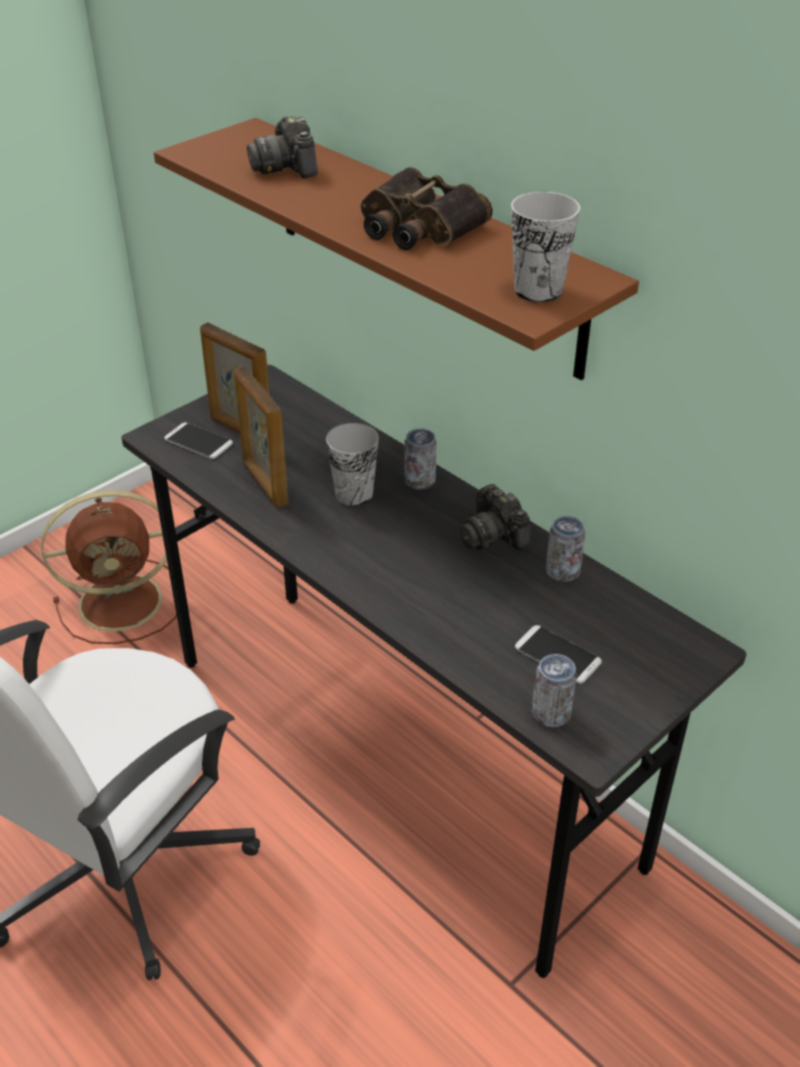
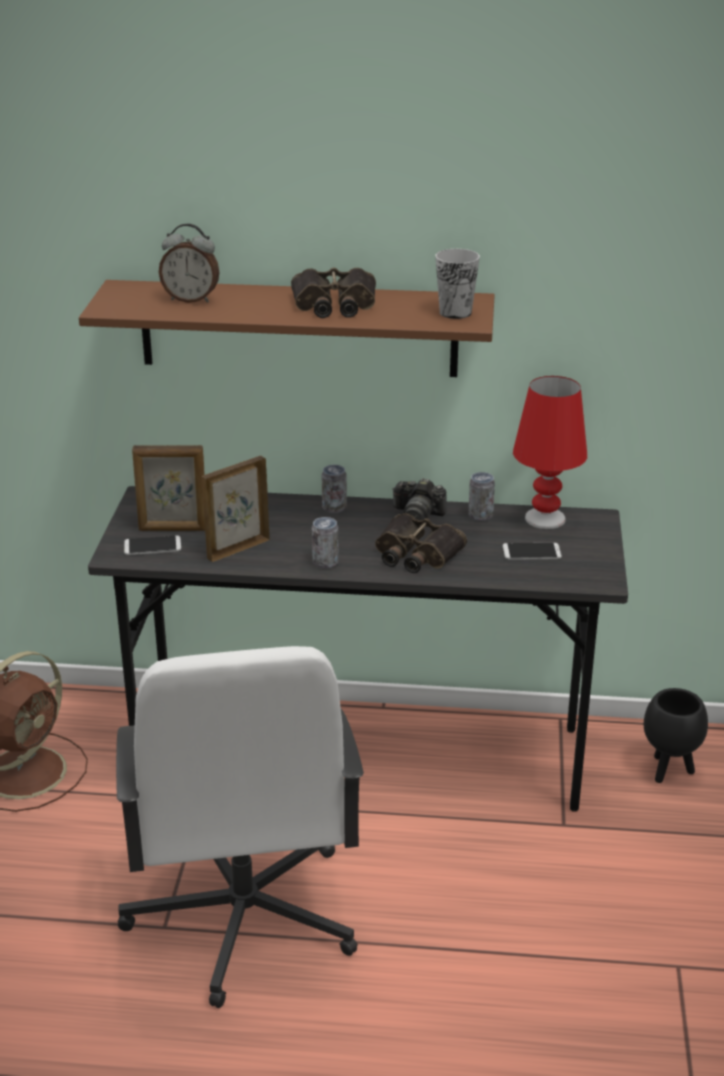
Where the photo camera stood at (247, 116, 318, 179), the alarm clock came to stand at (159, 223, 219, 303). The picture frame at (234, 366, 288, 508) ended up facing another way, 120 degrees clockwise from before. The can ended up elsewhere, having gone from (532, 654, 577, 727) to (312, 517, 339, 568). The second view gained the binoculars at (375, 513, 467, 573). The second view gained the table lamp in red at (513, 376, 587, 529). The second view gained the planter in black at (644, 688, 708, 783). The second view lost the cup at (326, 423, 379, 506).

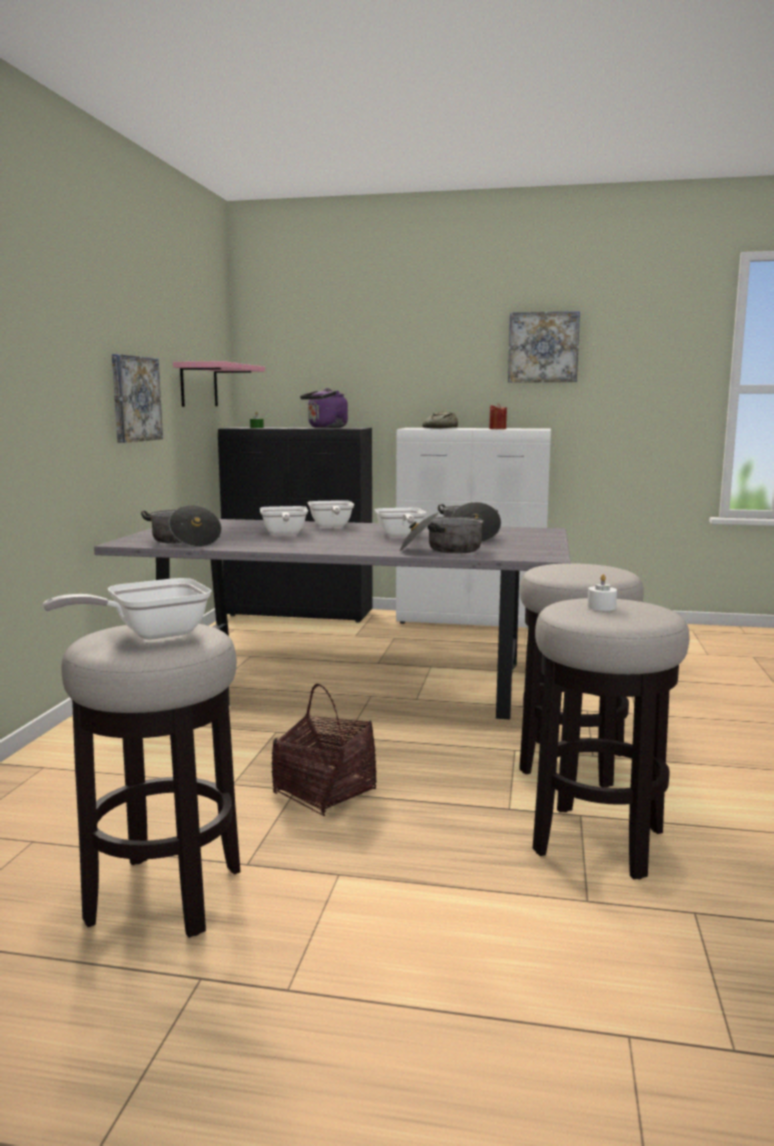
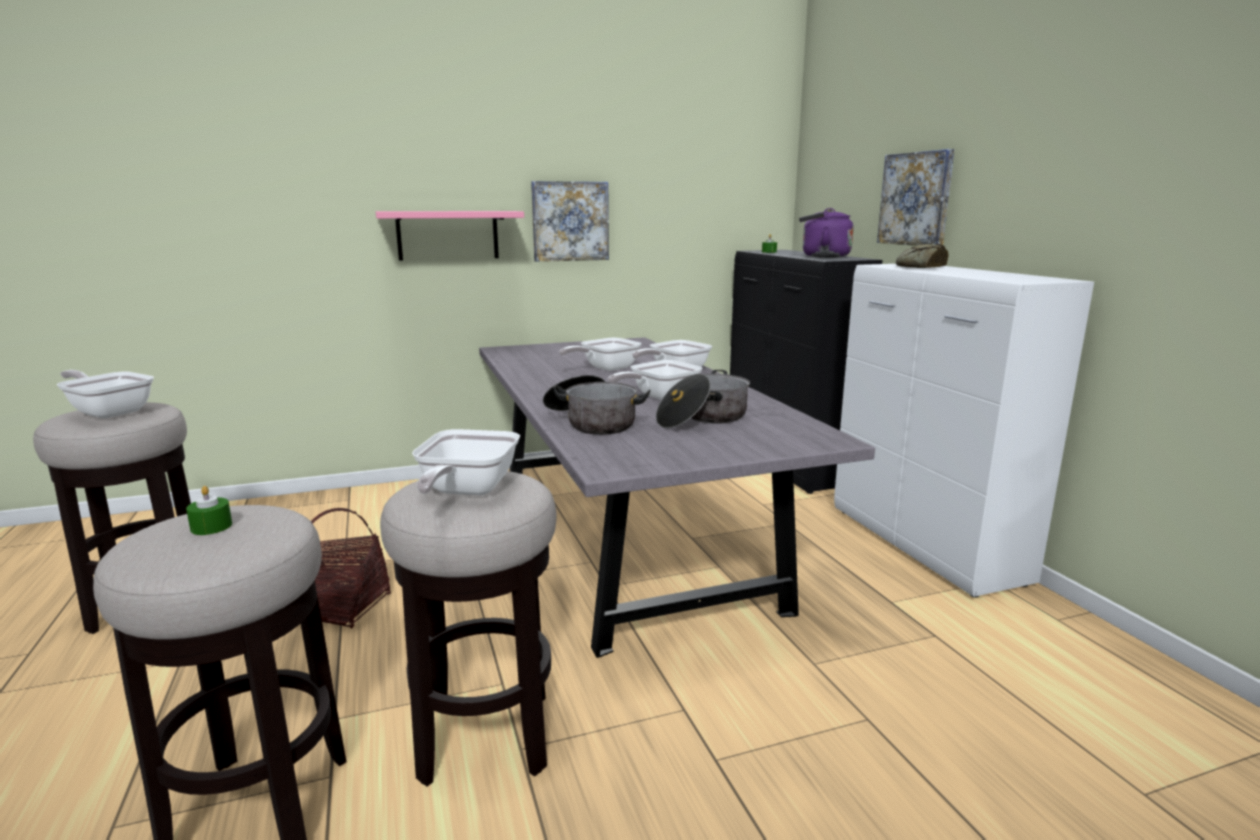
What was the candle in white at (587, 574, 617, 611) turned into the candle in green at (186, 486, 232, 535). The shelf in pink ended up elsewhere, having gone from (173, 361, 265, 407) to (376, 211, 524, 261). The second view gained the frying pan at (412, 429, 520, 495). The picture ended up elsewhere, having gone from (508, 311, 580, 383) to (877, 149, 955, 246). The second view lost the cooking pot at (141, 505, 222, 547). The second view lost the candle in red at (489, 403, 507, 429).

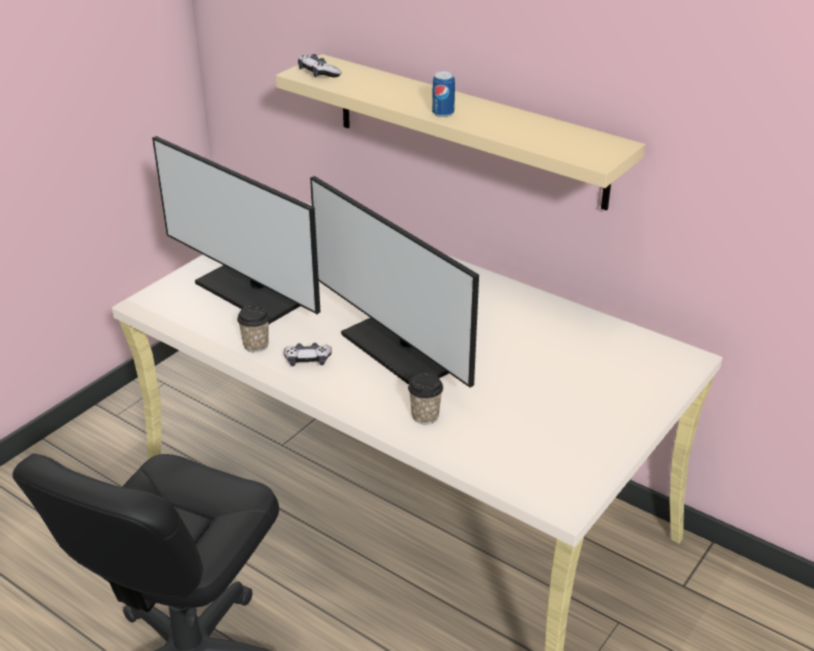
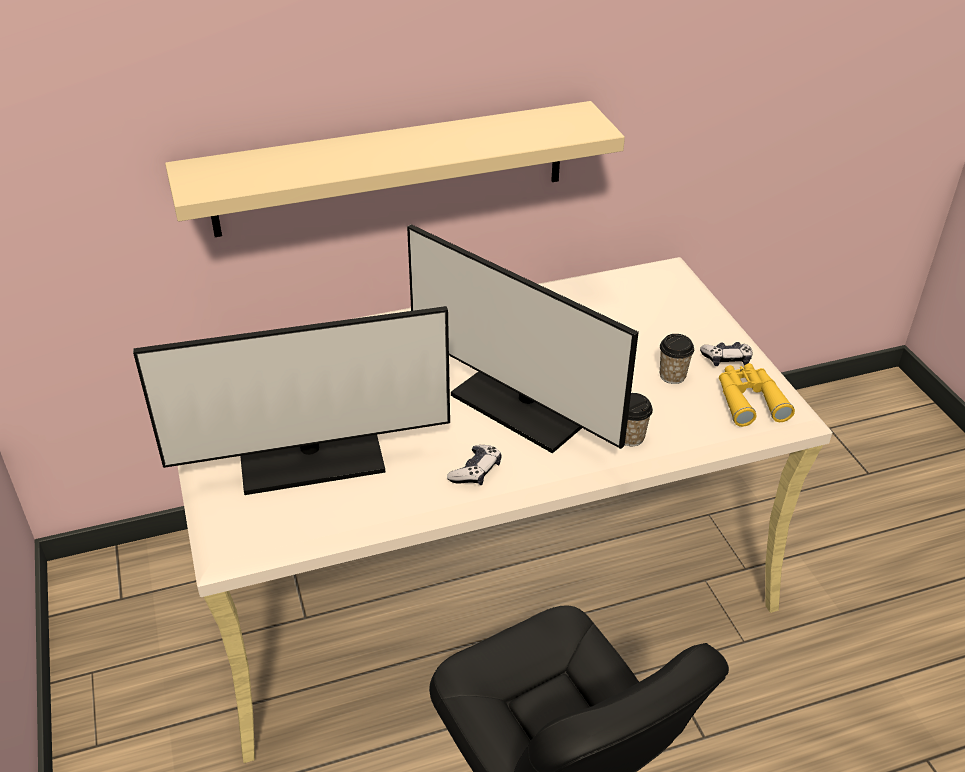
The monitor at (310, 176, 479, 388) ended up facing another way, 45 degrees clockwise from before. The cup ended up elsewhere, having gone from (237, 305, 270, 353) to (660, 334, 694, 384). The game controller ended up elsewhere, having gone from (298, 54, 341, 77) to (700, 342, 753, 366). The second view gained the binoculars in yellow at (719, 363, 795, 427). The second view lost the can at (432, 71, 455, 117).

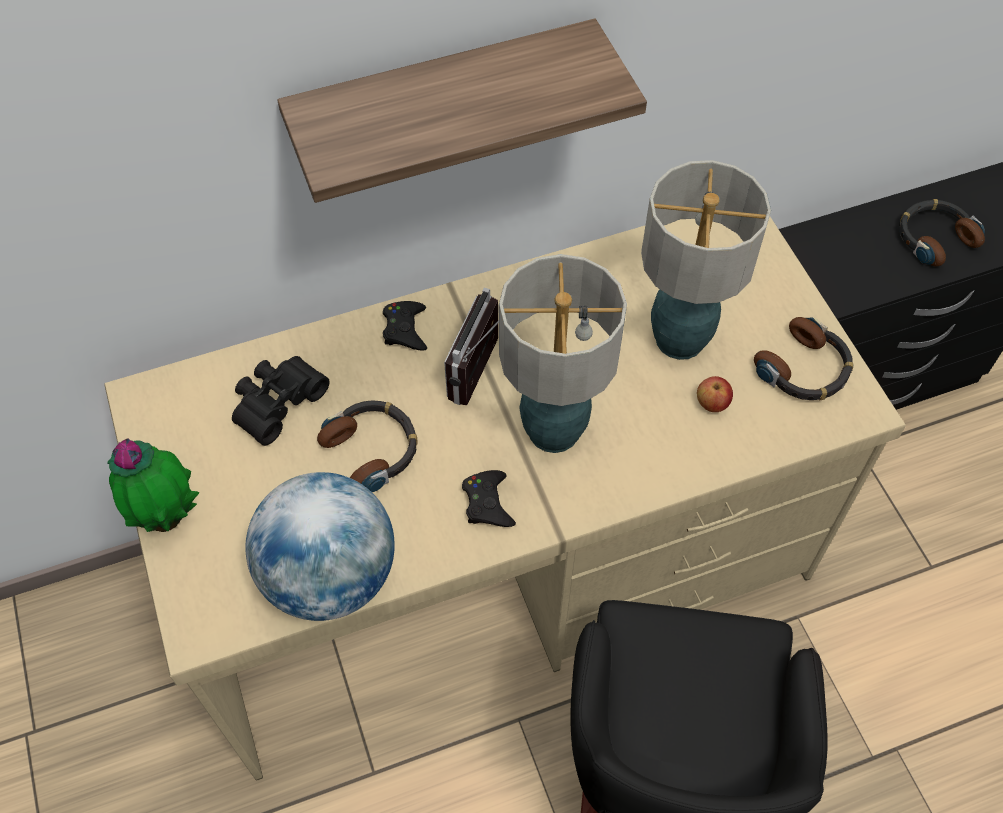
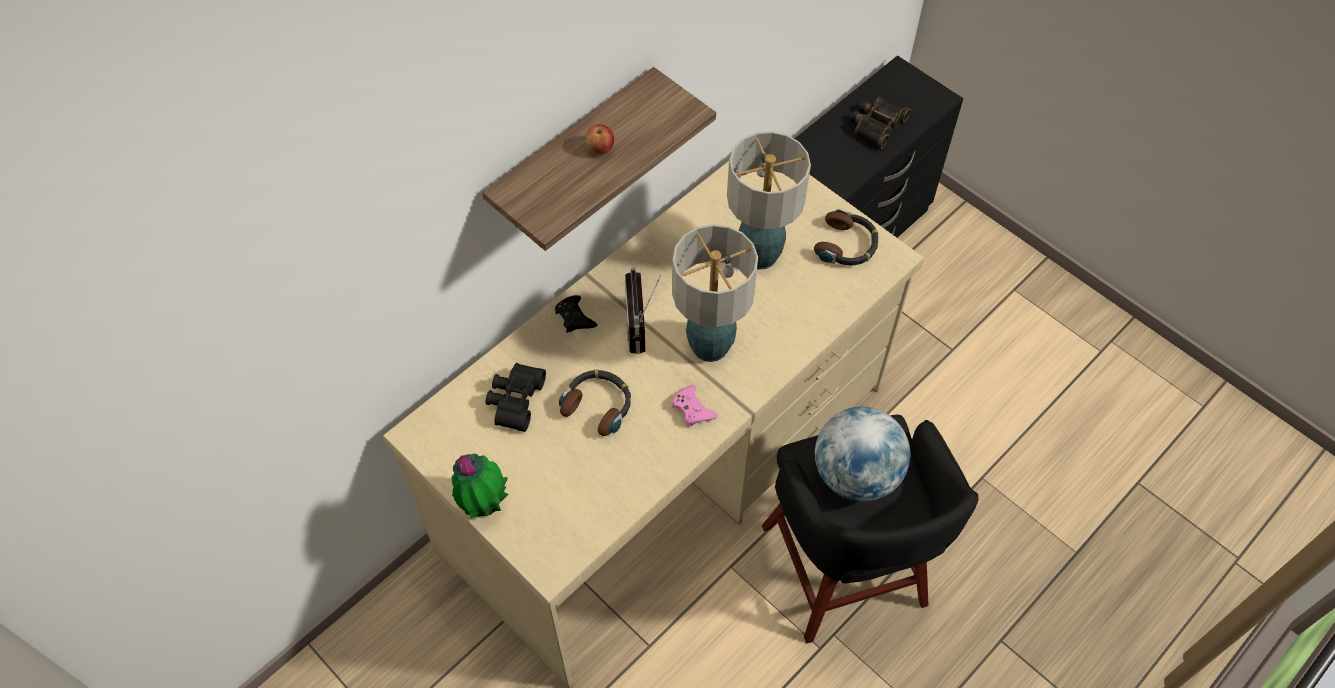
The apple ended up elsewhere, having gone from (697, 376, 733, 412) to (585, 124, 614, 154). What was the game controller in black at (462, 470, 516, 527) turned into the game controller in pink at (672, 385, 718, 427). The globe ended up elsewhere, having gone from (246, 472, 395, 621) to (815, 407, 910, 501). Where the headphones stood at (899, 199, 985, 266), the binoculars came to stand at (850, 97, 911, 149).

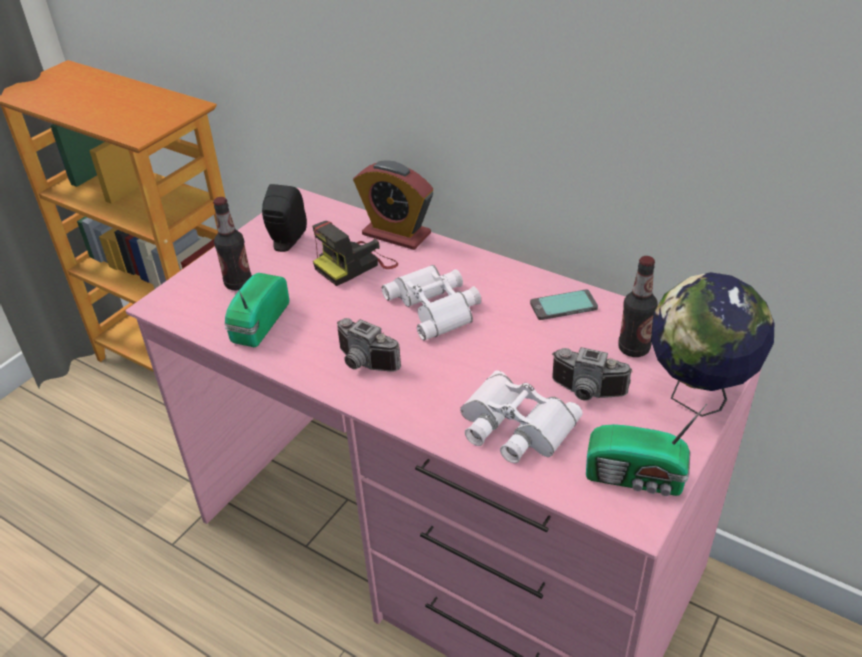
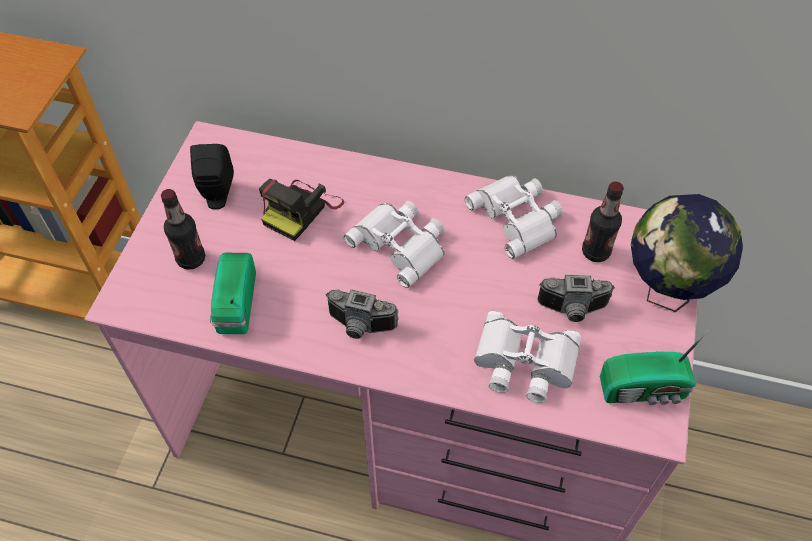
Where the phone stood at (530, 289, 598, 320), the binoculars in white came to stand at (465, 176, 563, 259). The second view lost the alarm clock at (353, 160, 433, 250).

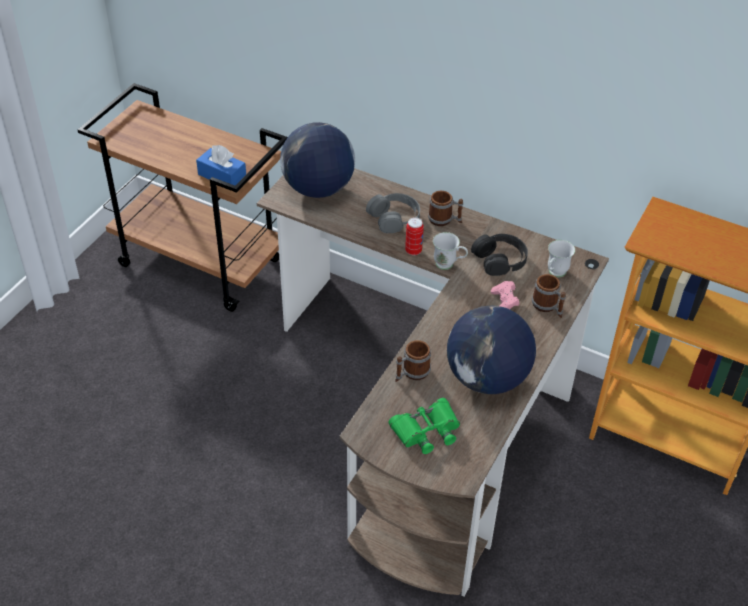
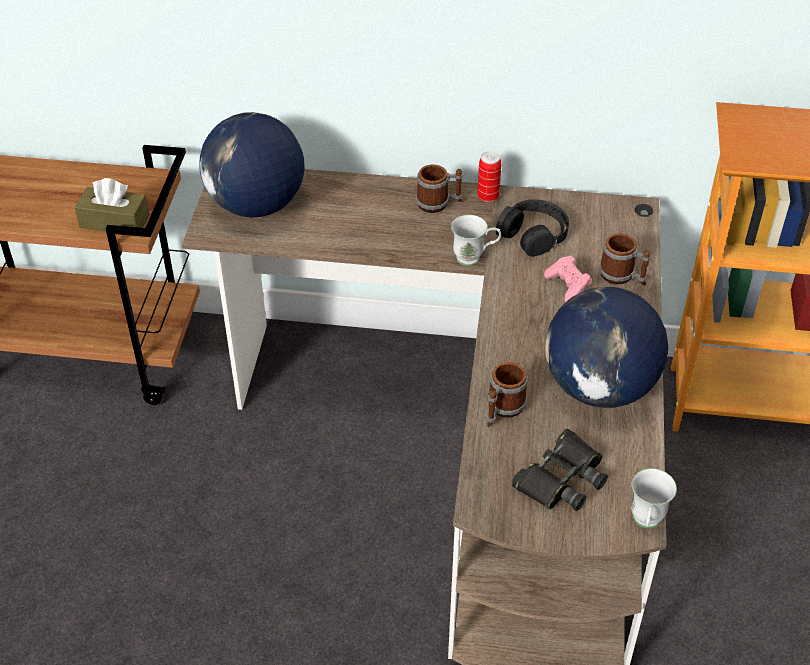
What was the tissue box in blue at (196, 145, 246, 185) turned into the tissue box in brown at (75, 178, 150, 232). The can ended up elsewhere, having gone from (405, 217, 424, 255) to (477, 151, 502, 202). What was the binoculars in green at (388, 398, 460, 454) turned into the binoculars in black at (511, 429, 608, 511). The mug in white ended up elsewhere, having gone from (548, 240, 575, 277) to (631, 468, 677, 528). The second view lost the headphones in grey at (366, 193, 420, 233).

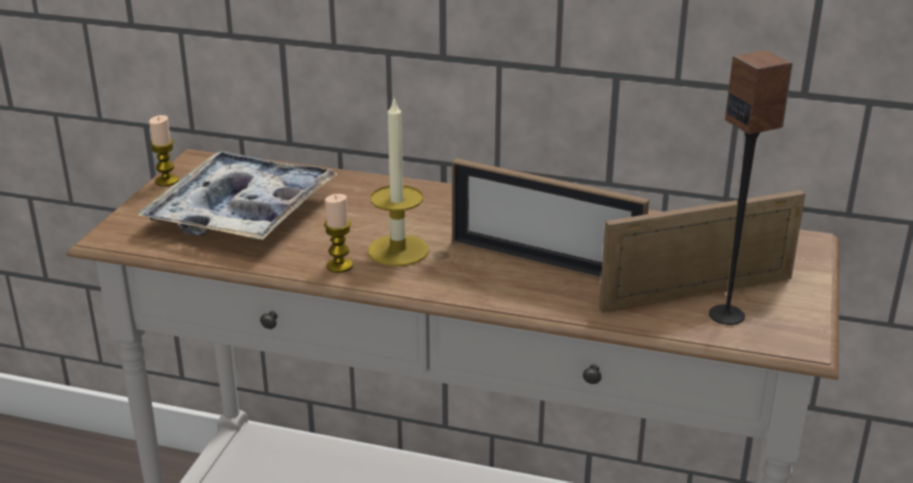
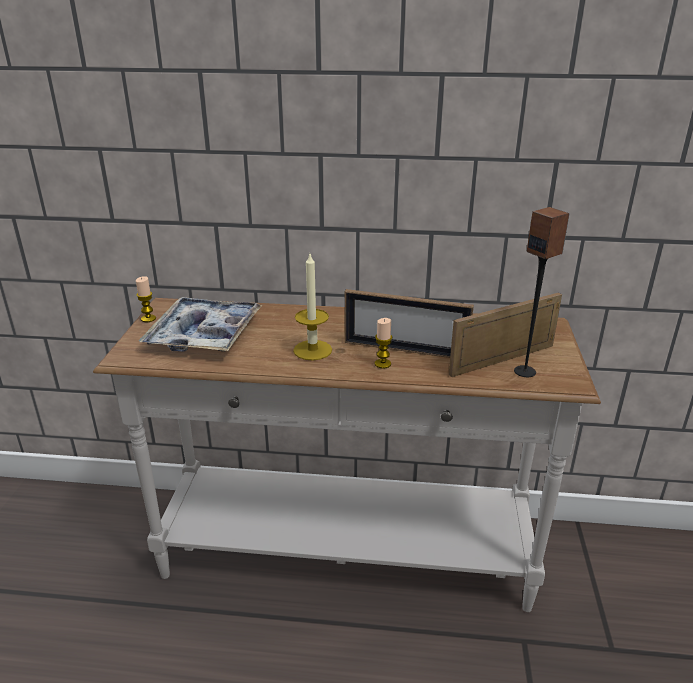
The candle ended up elsewhere, having gone from (324, 194, 353, 273) to (375, 318, 393, 369).

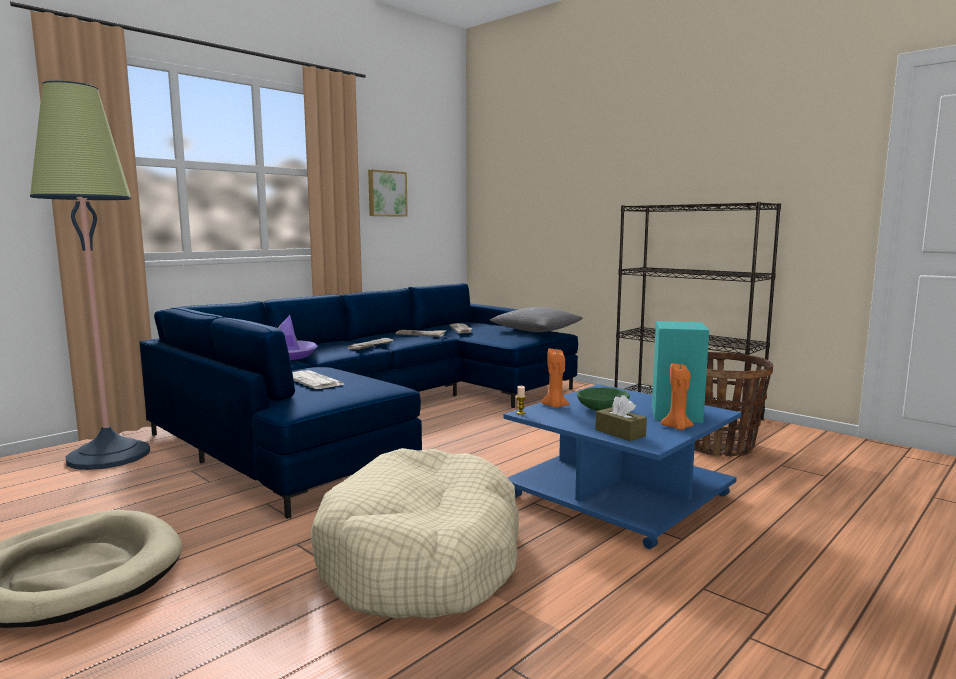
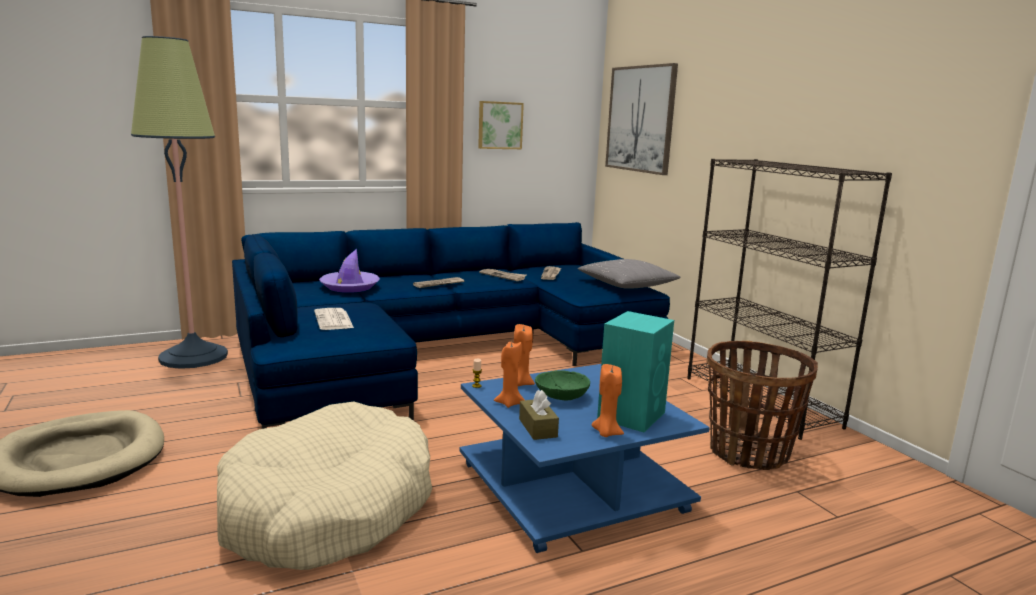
The second view gained the candle in orange at (494, 342, 525, 408). The second view gained the picture at (605, 63, 678, 175).

